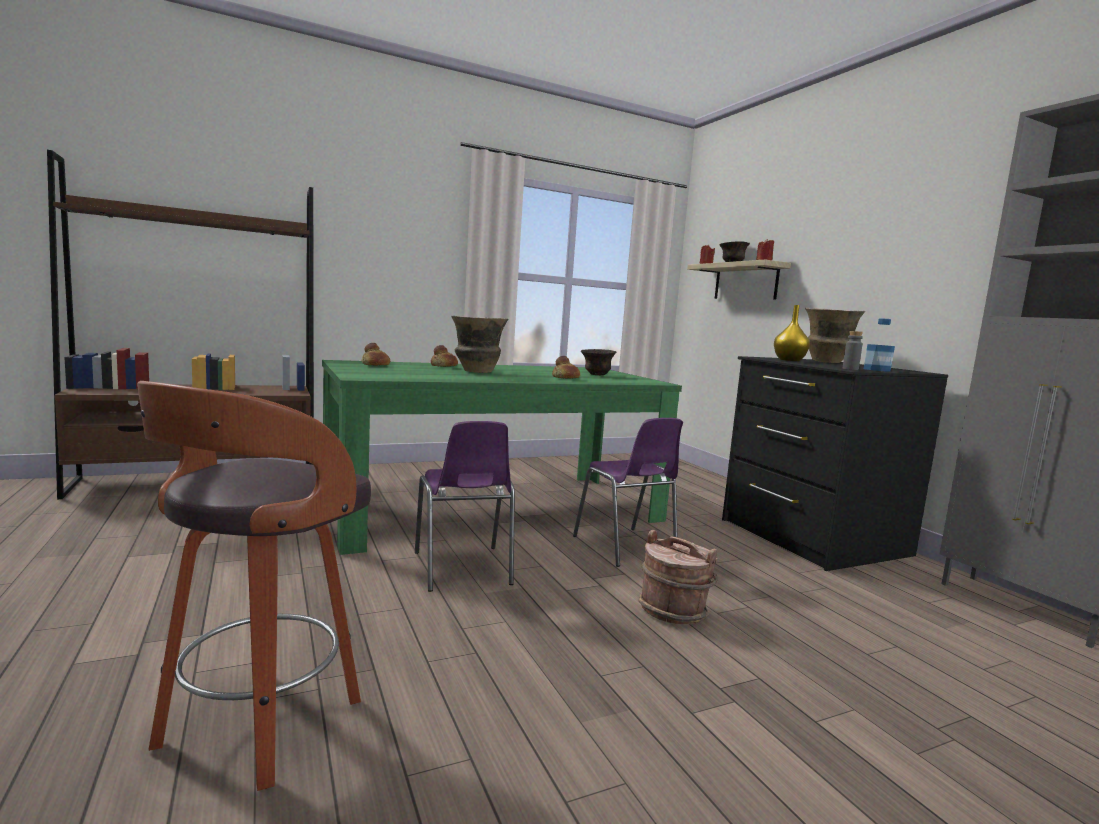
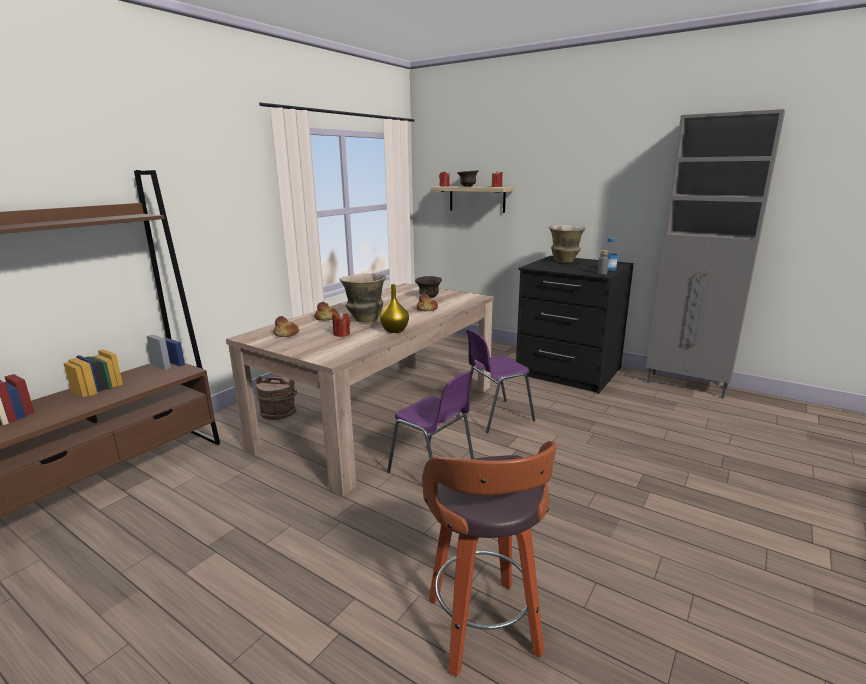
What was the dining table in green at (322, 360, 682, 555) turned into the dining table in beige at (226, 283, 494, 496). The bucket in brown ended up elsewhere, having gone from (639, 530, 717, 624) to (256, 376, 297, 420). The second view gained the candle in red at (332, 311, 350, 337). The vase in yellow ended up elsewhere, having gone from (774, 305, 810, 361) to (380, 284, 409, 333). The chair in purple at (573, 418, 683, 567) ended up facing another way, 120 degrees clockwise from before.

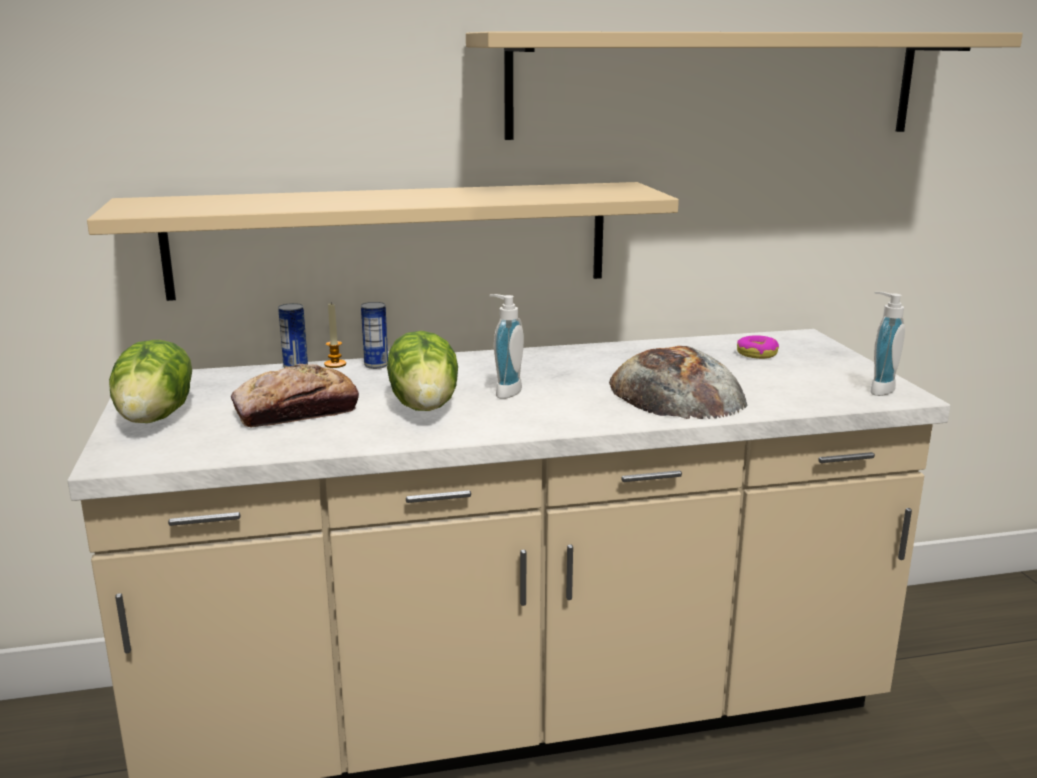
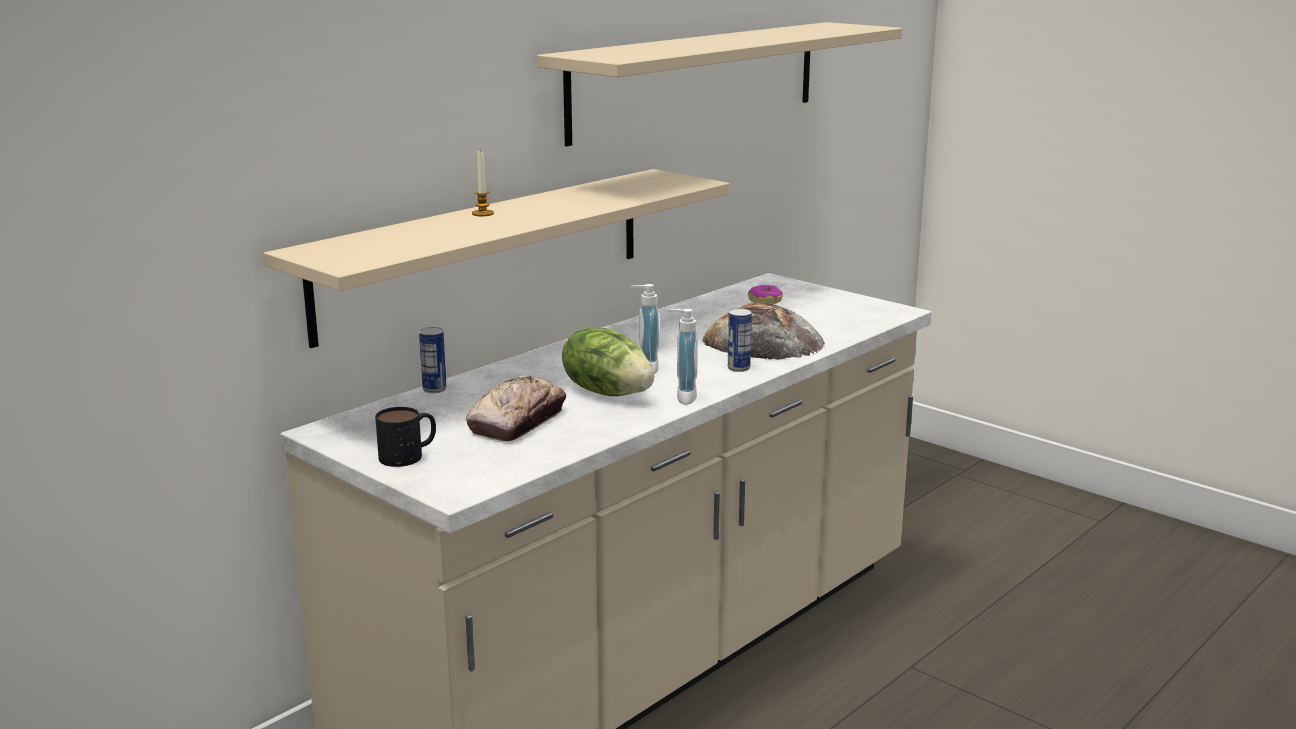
Where the lettuce stood at (109, 340, 192, 423), the mug came to stand at (375, 407, 436, 467). The candle ended up elsewhere, having gone from (324, 303, 346, 368) to (472, 151, 494, 216). The soap dispenser ended up elsewhere, having gone from (871, 292, 905, 396) to (668, 309, 698, 405). The can ended up elsewhere, having gone from (361, 302, 388, 369) to (728, 308, 752, 372).

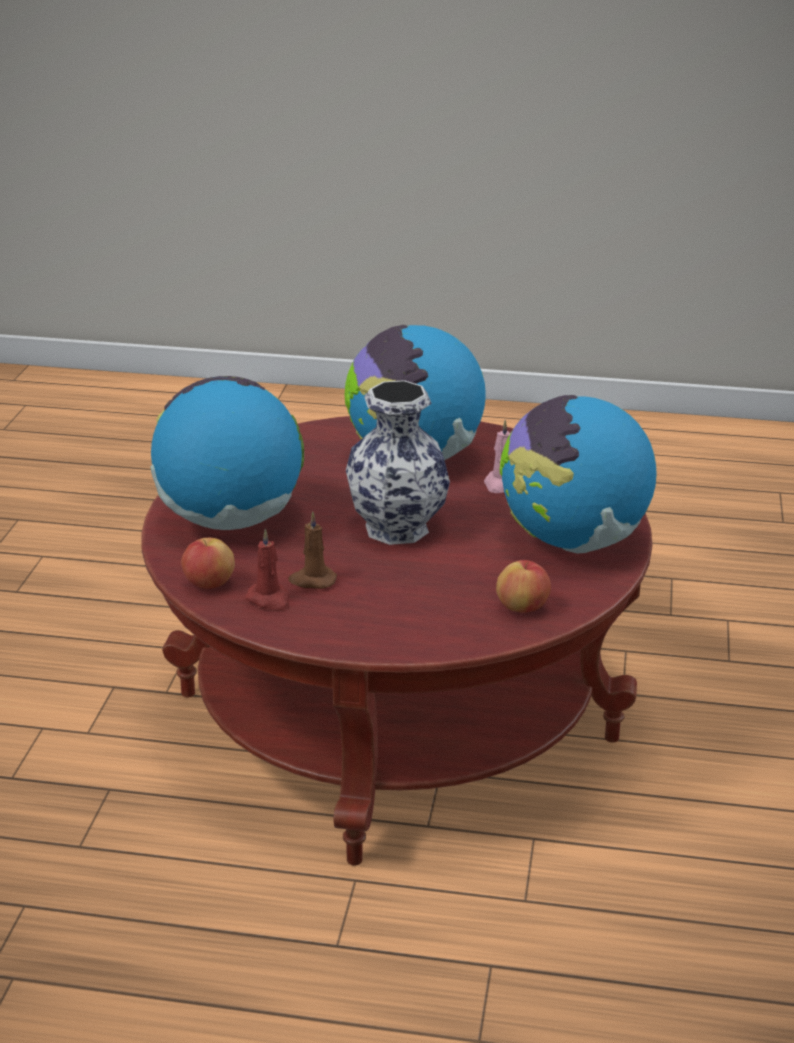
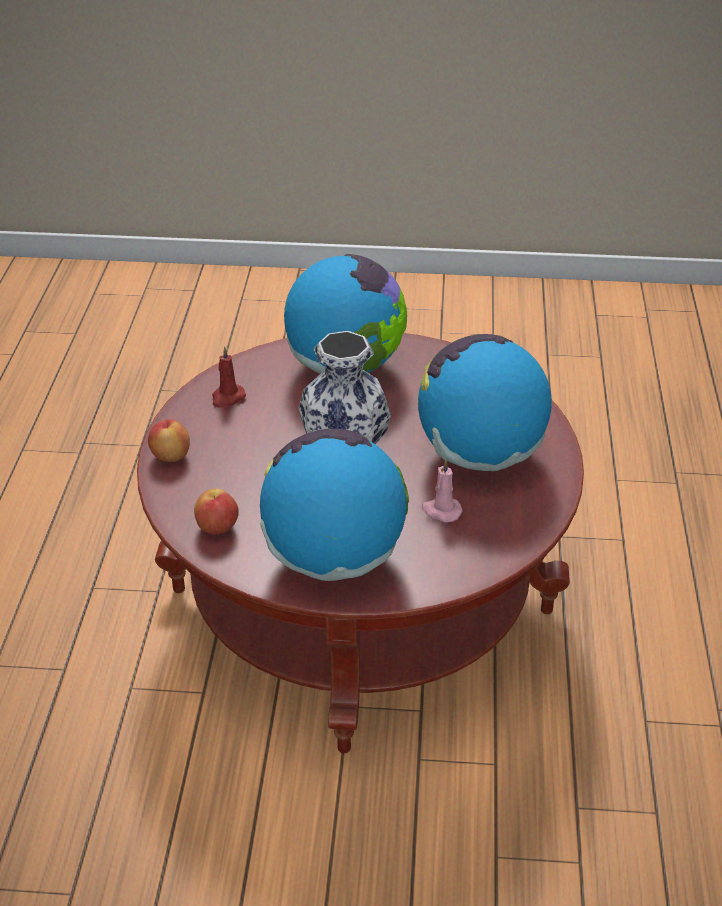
The apple ended up elsewhere, having gone from (181, 538, 235, 589) to (148, 419, 190, 462). The second view lost the candle in brown at (288, 511, 337, 589).

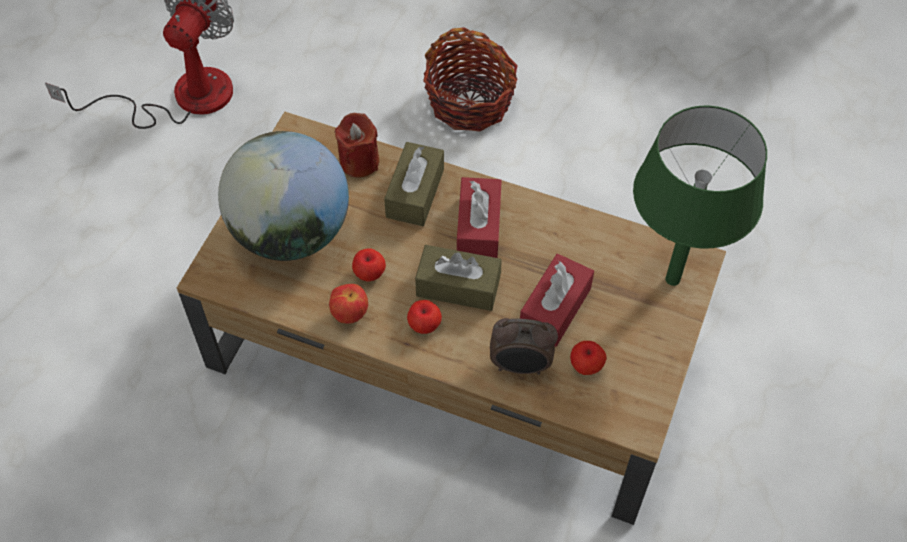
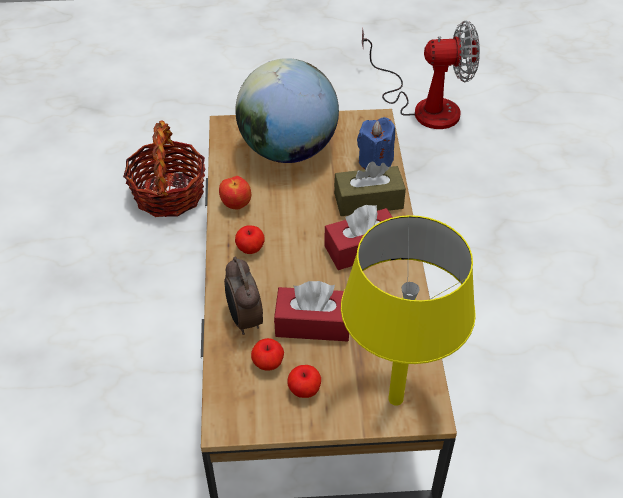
The basket ended up elsewhere, having gone from (423, 27, 518, 131) to (123, 121, 206, 217). The apple ended up elsewhere, having gone from (352, 248, 386, 281) to (287, 365, 321, 398). What was the table lamp in green at (633, 106, 767, 286) turned into the table lamp in yellow at (341, 215, 476, 406). What was the candle in red at (335, 113, 379, 178) turned into the candle in blue at (357, 117, 395, 170). The second view lost the tissue box in brown at (415, 245, 501, 311).

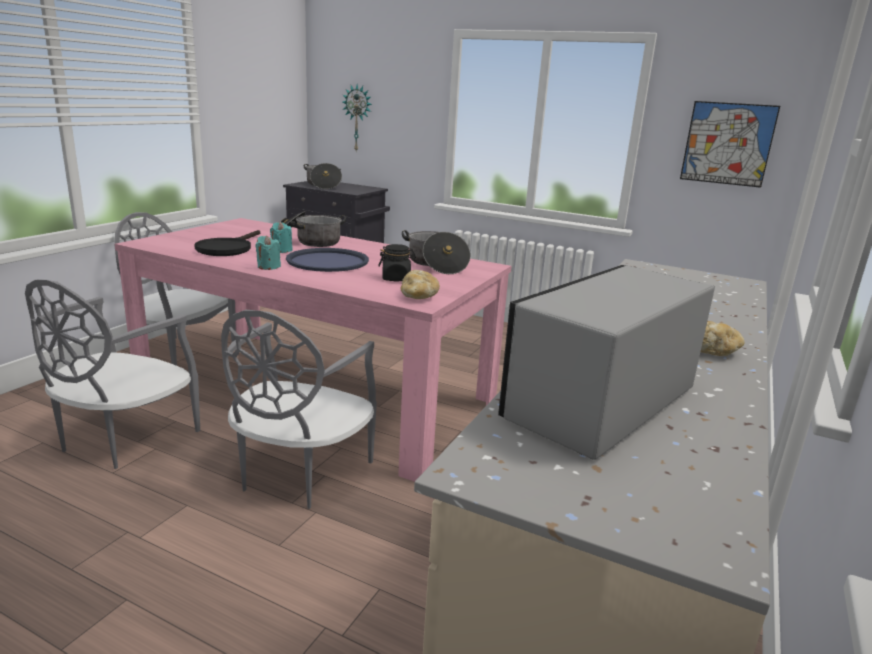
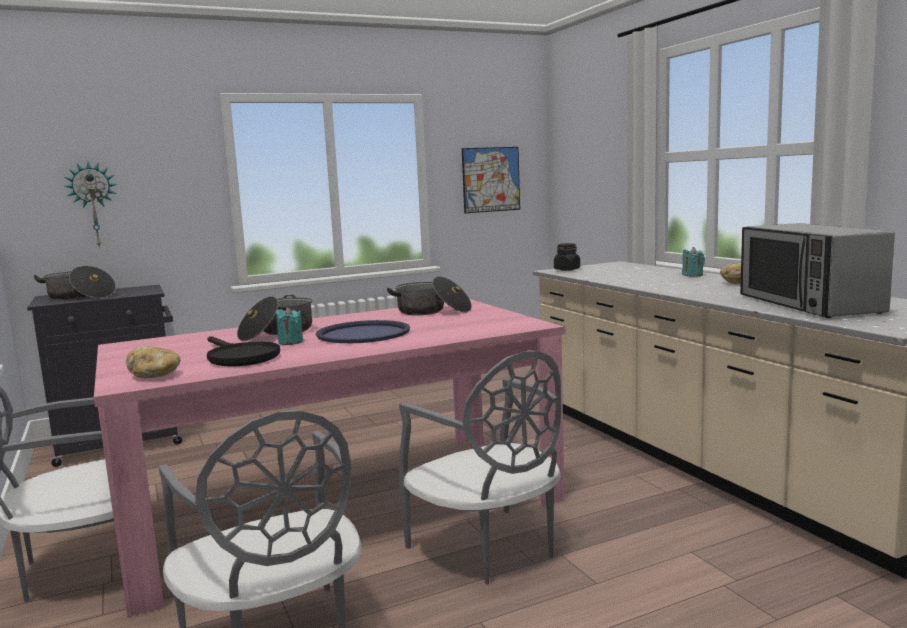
The bread ended up elsewhere, having gone from (400, 270, 440, 299) to (126, 346, 180, 378). The jar in black ended up elsewhere, having gone from (379, 244, 416, 281) to (554, 243, 580, 271). The candle in turquoise ended up elsewhere, having gone from (255, 236, 281, 270) to (682, 247, 705, 277).

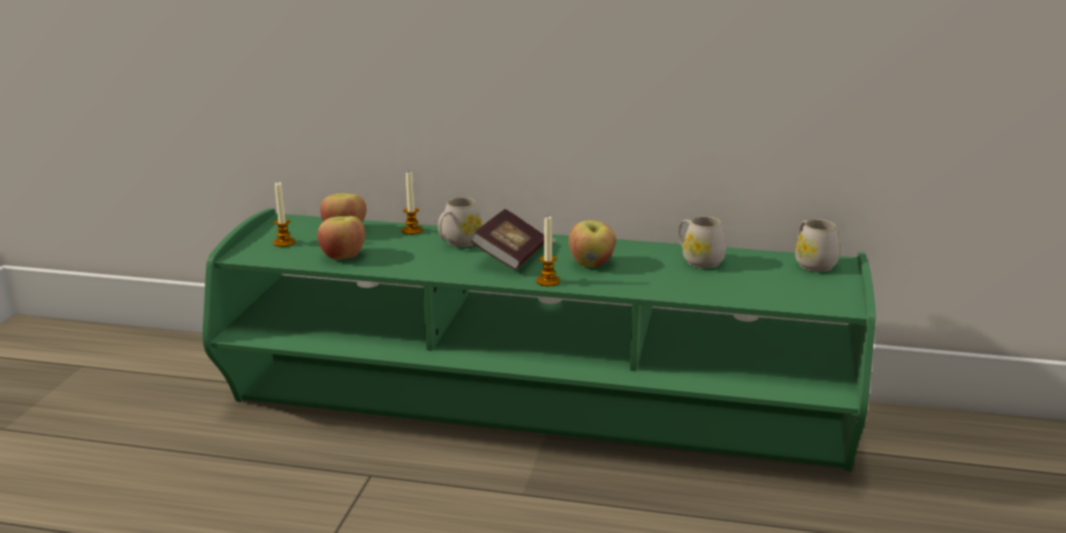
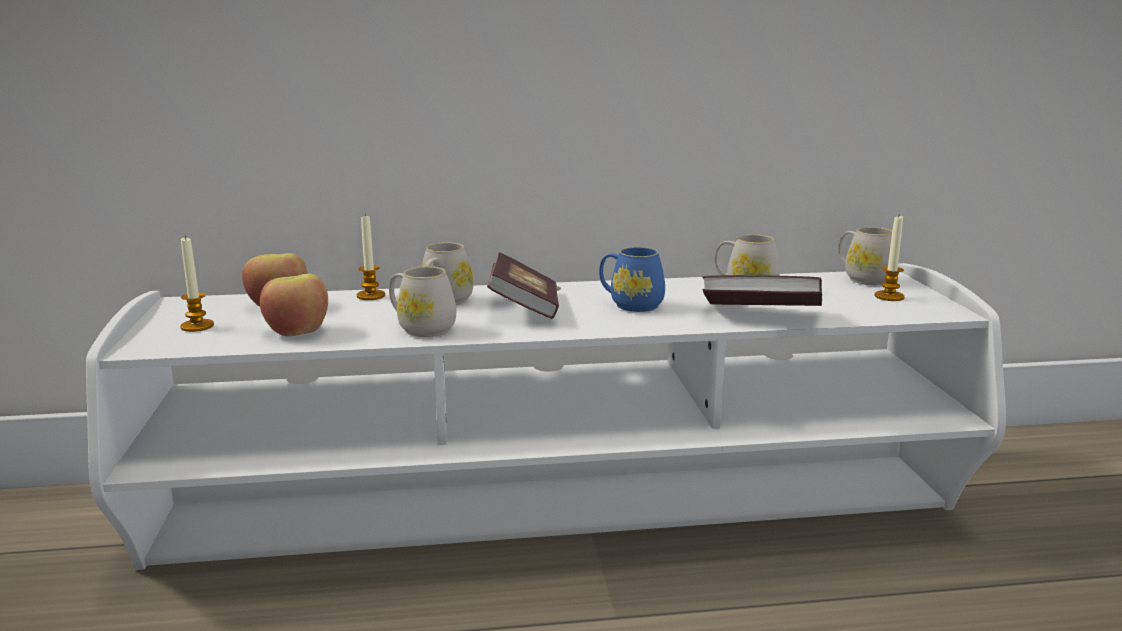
What was the tv stand in green at (203, 208, 876, 471) turned into the tv stand in white at (86, 263, 1006, 570). The second view gained the mug in white at (389, 266, 456, 337). Where the apple stood at (568, 220, 616, 267), the mug in blue came to stand at (599, 247, 665, 312). The second view gained the book at (702, 275, 822, 306). The candle ended up elsewhere, having gone from (536, 217, 560, 286) to (875, 216, 905, 301).

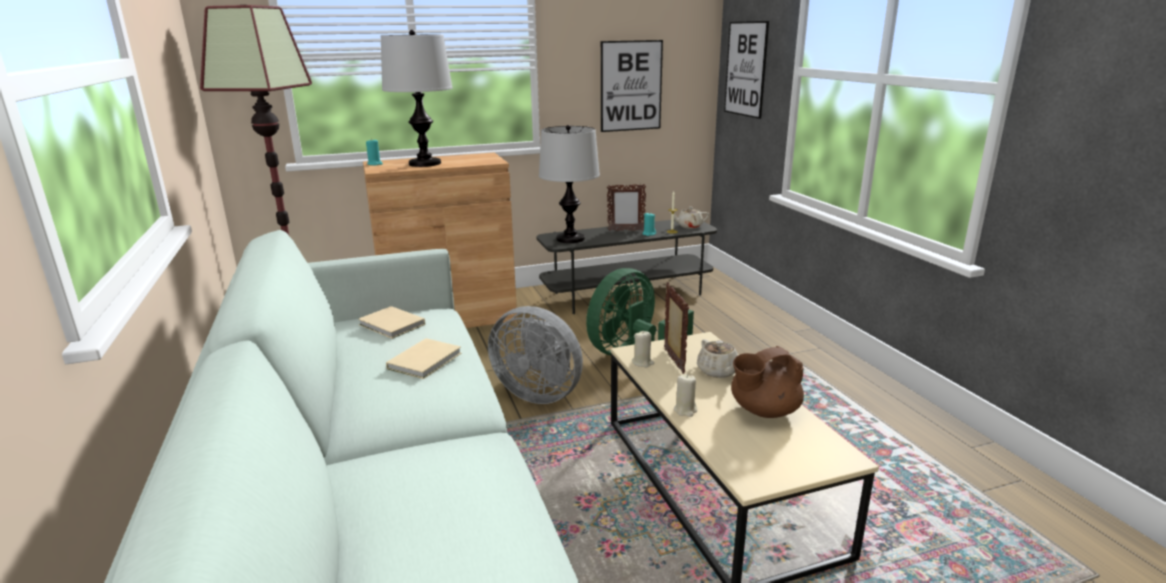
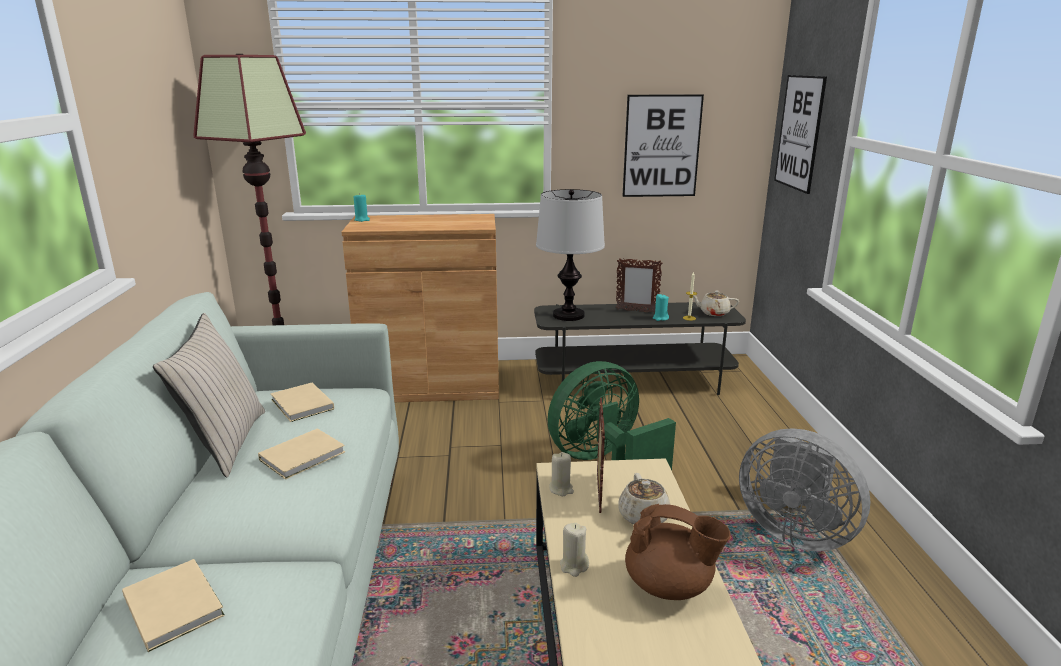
The second view gained the book in beige at (122, 559, 225, 652). The second view gained the pillow in beige at (153, 313, 265, 478). The teapot in brown at (731, 346, 804, 418) ended up facing another way, 150 degrees counterclockwise from before. The fan in grey ended up elsewhere, having gone from (488, 306, 583, 404) to (739, 429, 870, 551). The second view lost the table lamp at (381, 30, 452, 167).

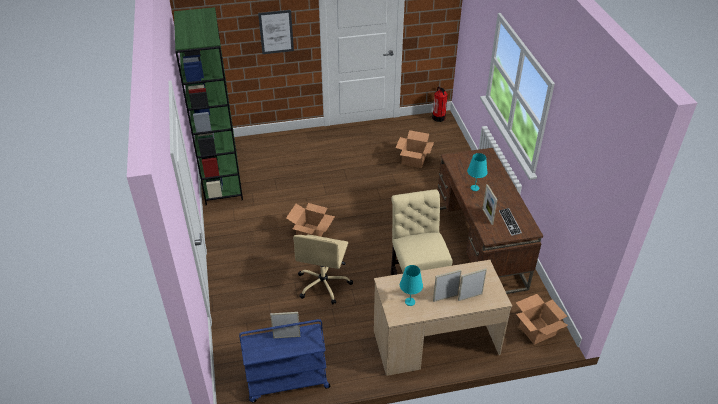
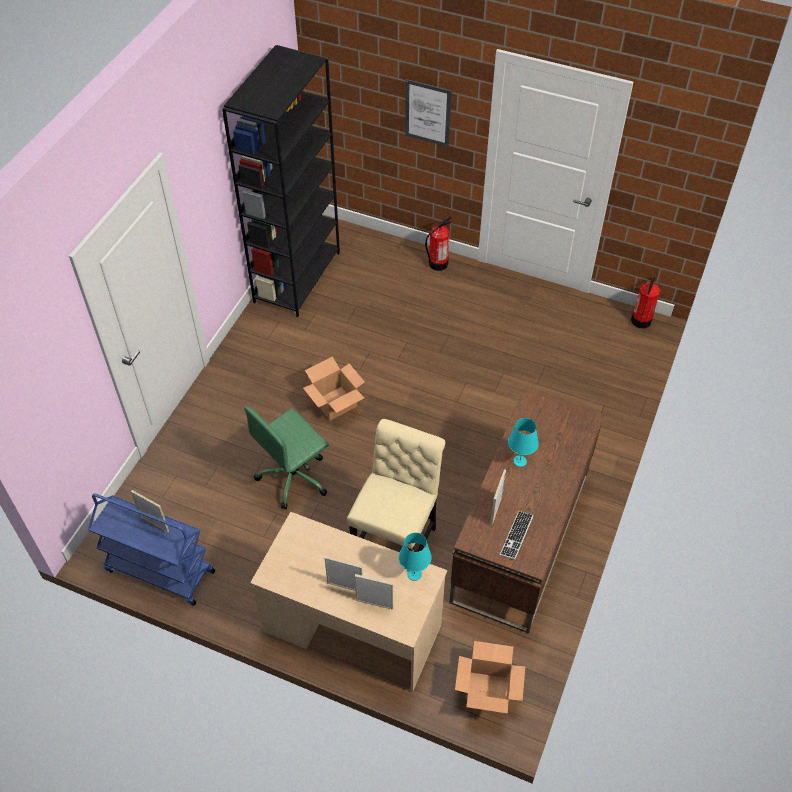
What was the bookcase in green at (174, 7, 243, 205) turned into the bookcase in black at (222, 45, 340, 317). What was the office chair in beige at (293, 235, 353, 304) turned into the office chair in green at (244, 406, 329, 509). The table lamp in turquoise ended up elsewhere, having gone from (400, 265, 423, 306) to (399, 533, 431, 581). The second view gained the fire extinguisher at (425, 217, 452, 271). The second view lost the cardboard box at (396, 130, 434, 168).

